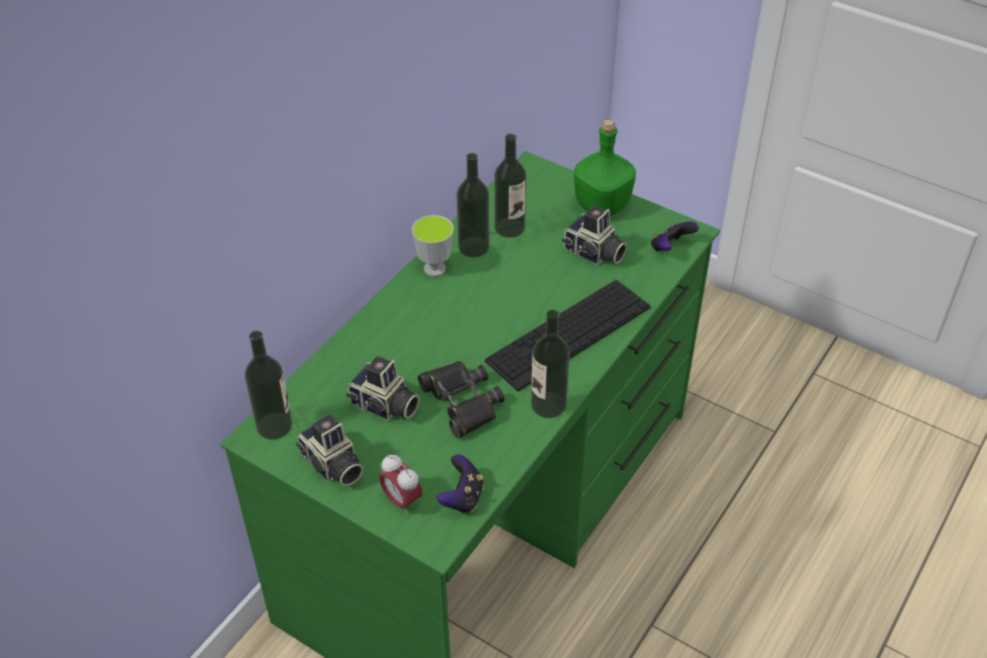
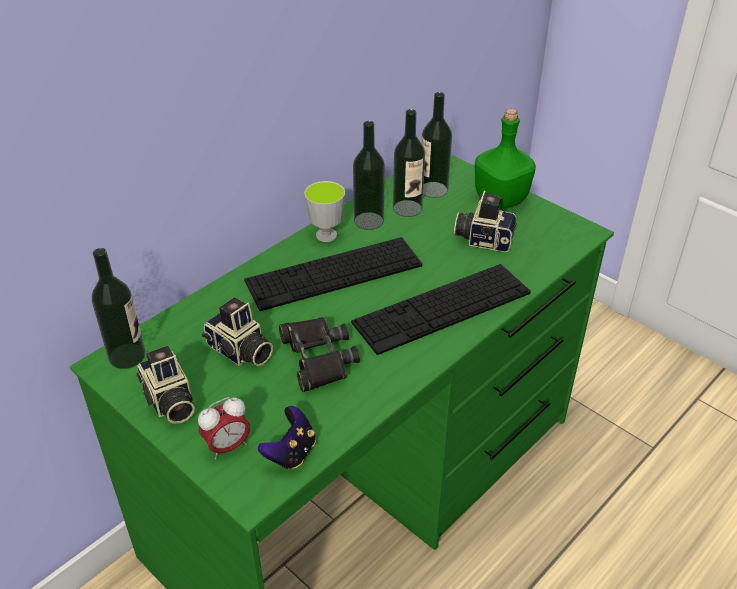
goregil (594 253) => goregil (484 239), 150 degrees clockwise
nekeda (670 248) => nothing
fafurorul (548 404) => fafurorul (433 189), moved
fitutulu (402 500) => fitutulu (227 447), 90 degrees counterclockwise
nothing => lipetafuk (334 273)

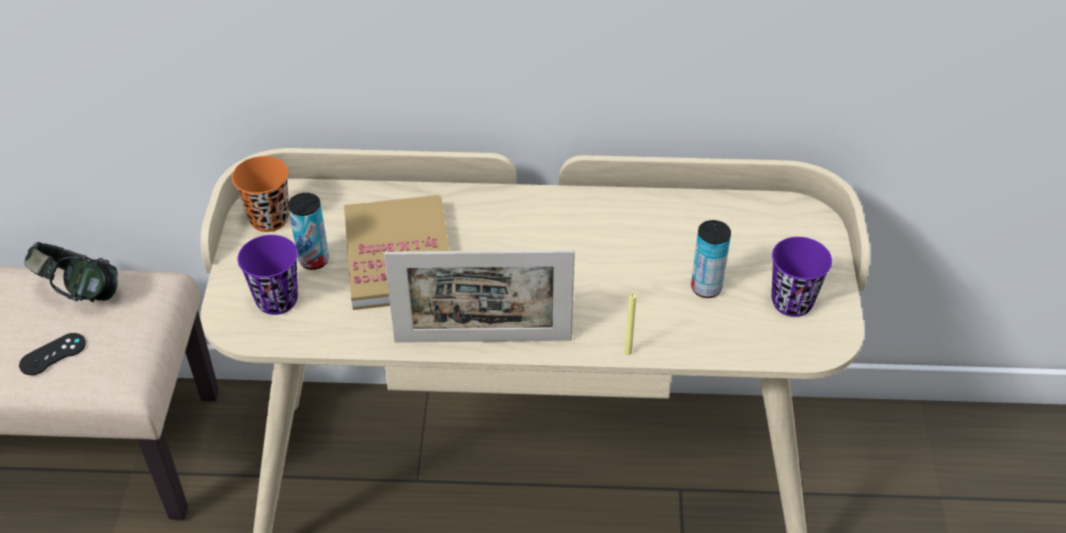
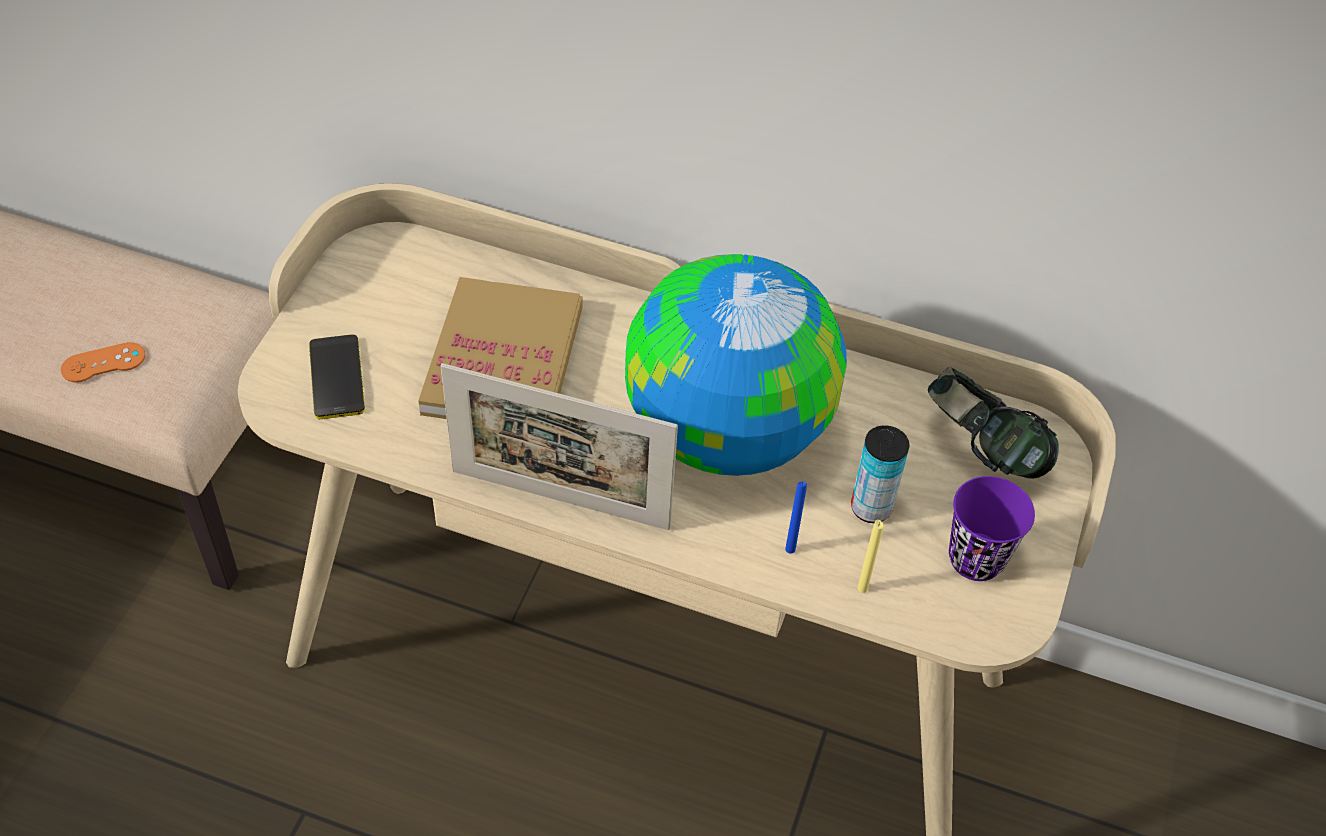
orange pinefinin (269 219) => nothing
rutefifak (314 260) => nothing
purple pinefinin (277 300) => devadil (336 377)
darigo (79 292) => darigo (981 452), moved
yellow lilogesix (627 352) => yellow lilogesix (862 588), moved
black nekeda (53 354) => orange nekeda (103 363)
nothing => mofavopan (725 431)
nothing => blue lilogesix (790 549)

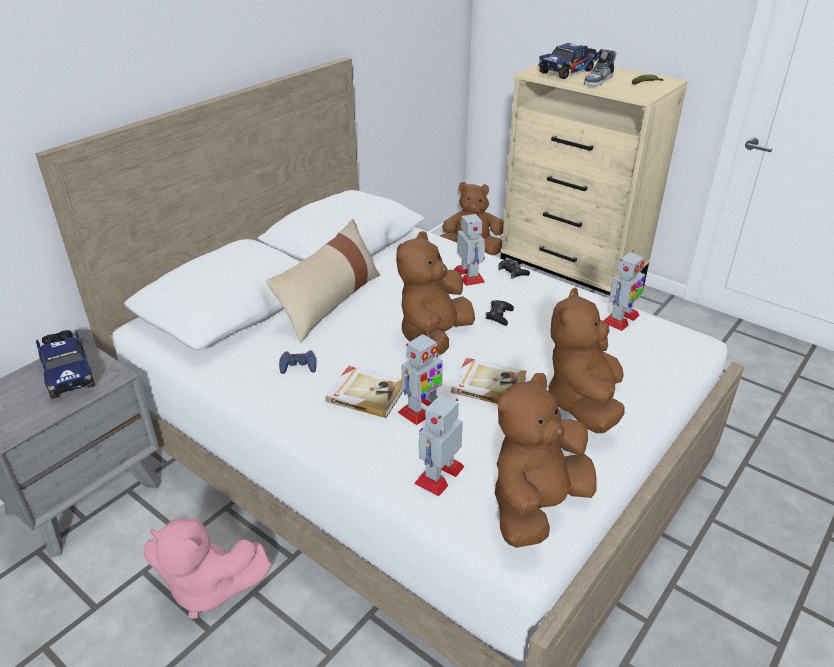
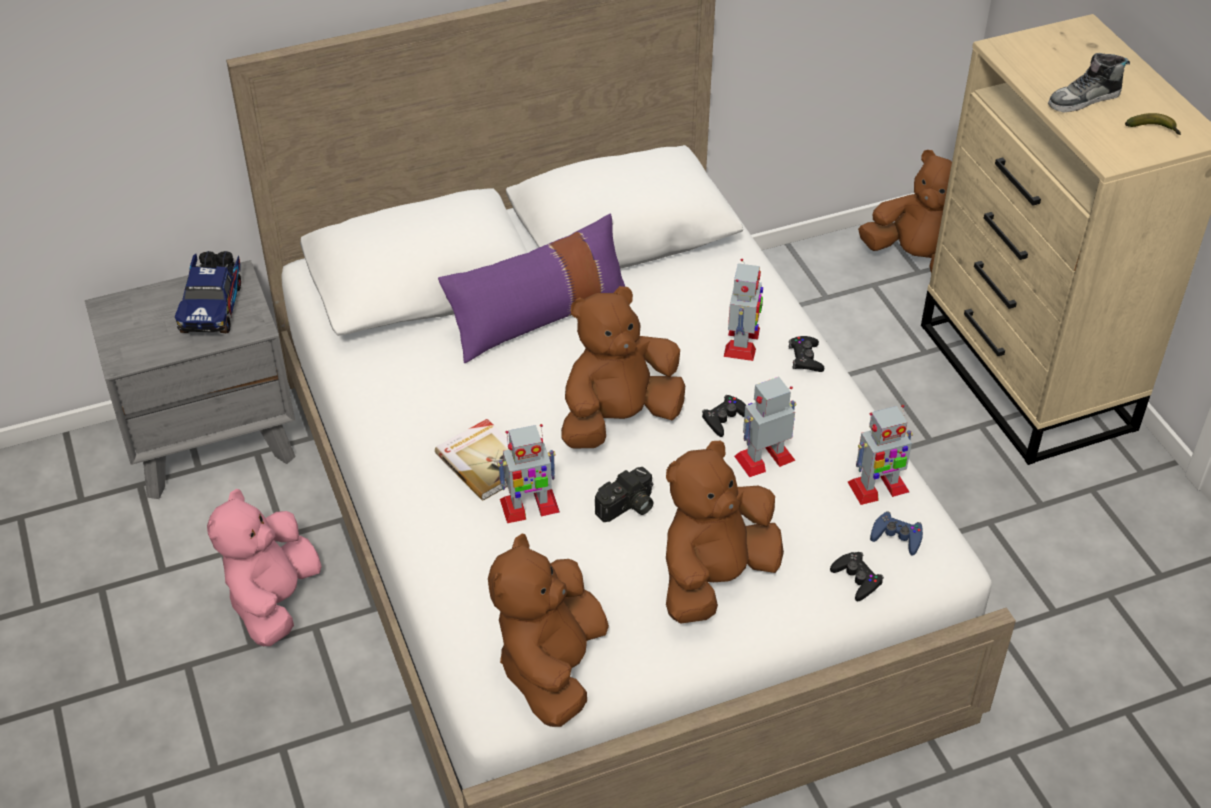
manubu (568 71) => nothing
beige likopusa (330 302) => purple likopusa (539 317)
blue nekeda (298 365) => blue nekeda (897 537), moved
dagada (488 384) => goregil (628 507)
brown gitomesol (536 506) => brown gitomesol (552 668), 60 degrees counterclockwise
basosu (439 474) => basosu (765 458), moved
pink gitomesol (207 588) => pink gitomesol (274 601), 60 degrees clockwise
nothing => black nekeda (856 579)

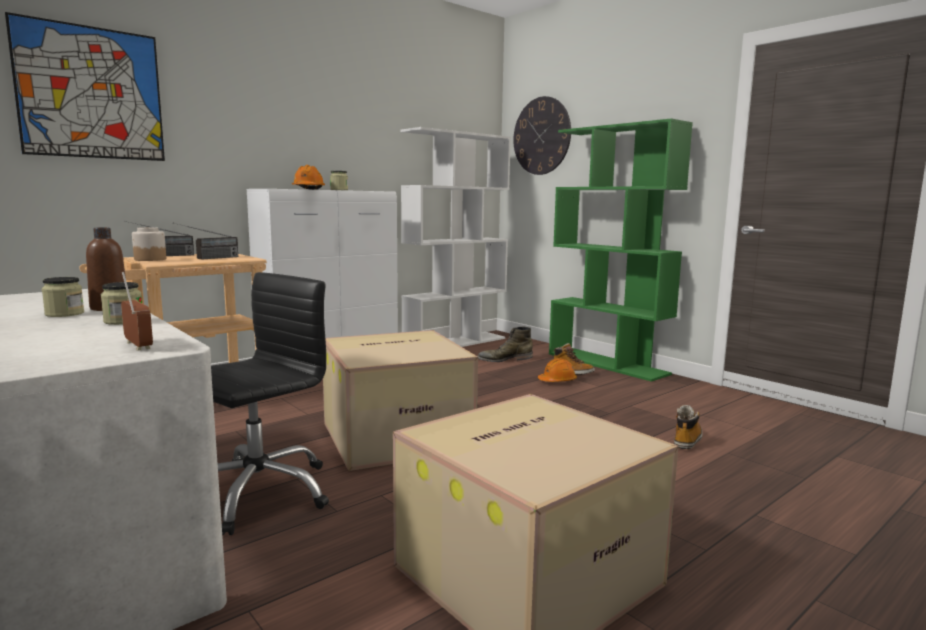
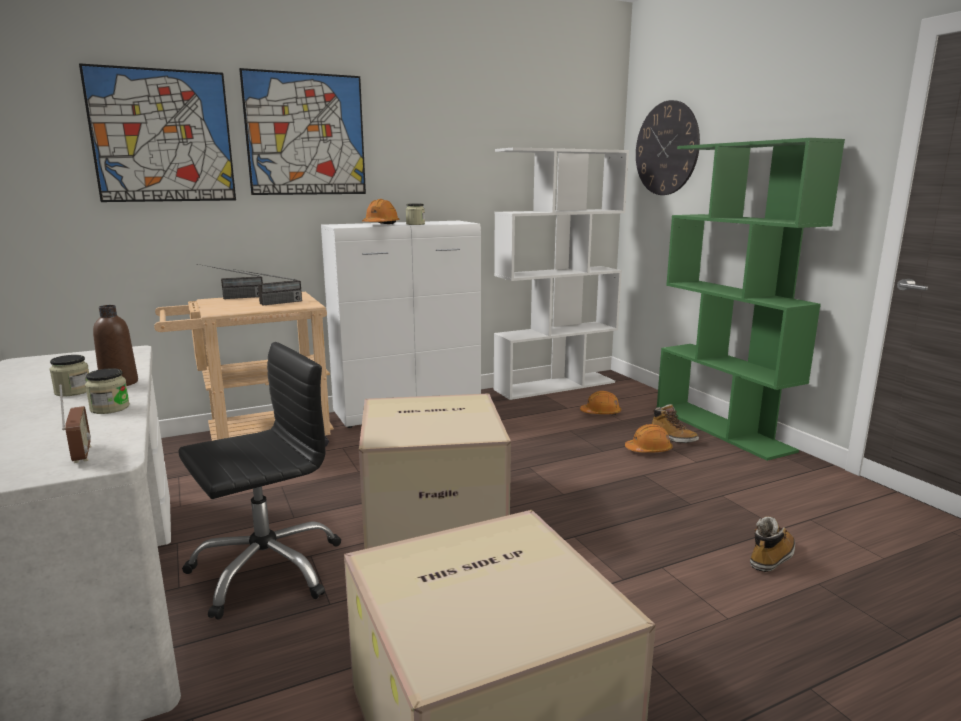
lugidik (150 259) => nothing
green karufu (504 359) => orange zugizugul (601 413)
nothing => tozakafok (306 135)

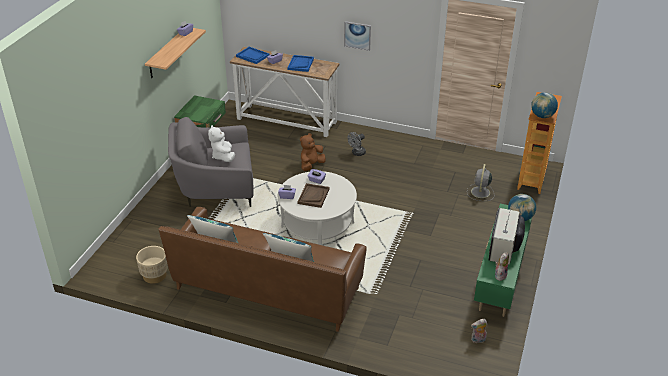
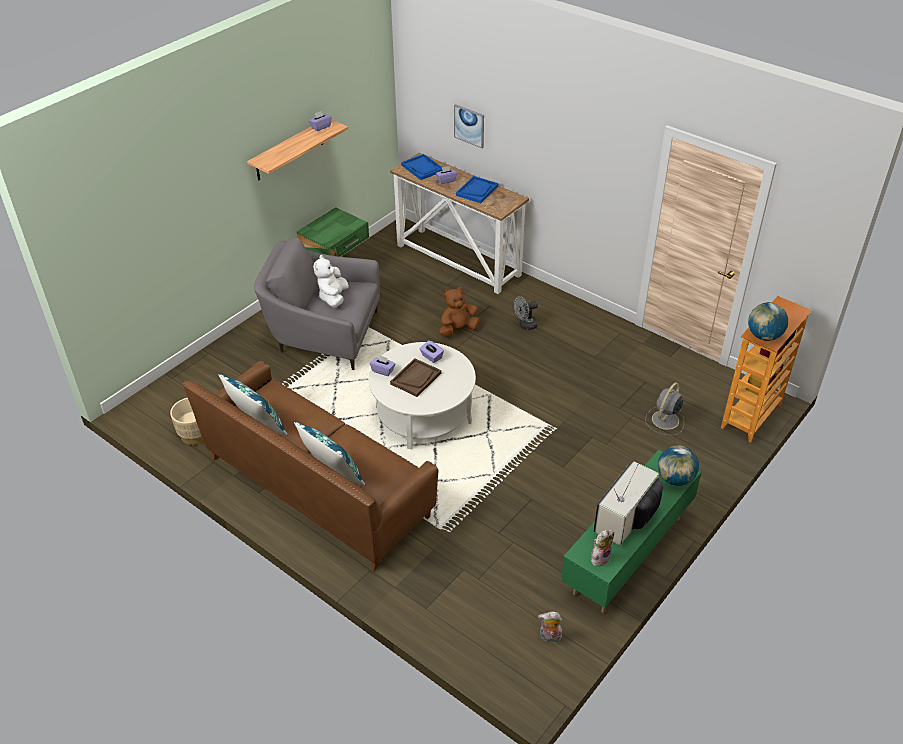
tozakafok (357 35) => tozakafok (469 126), moved

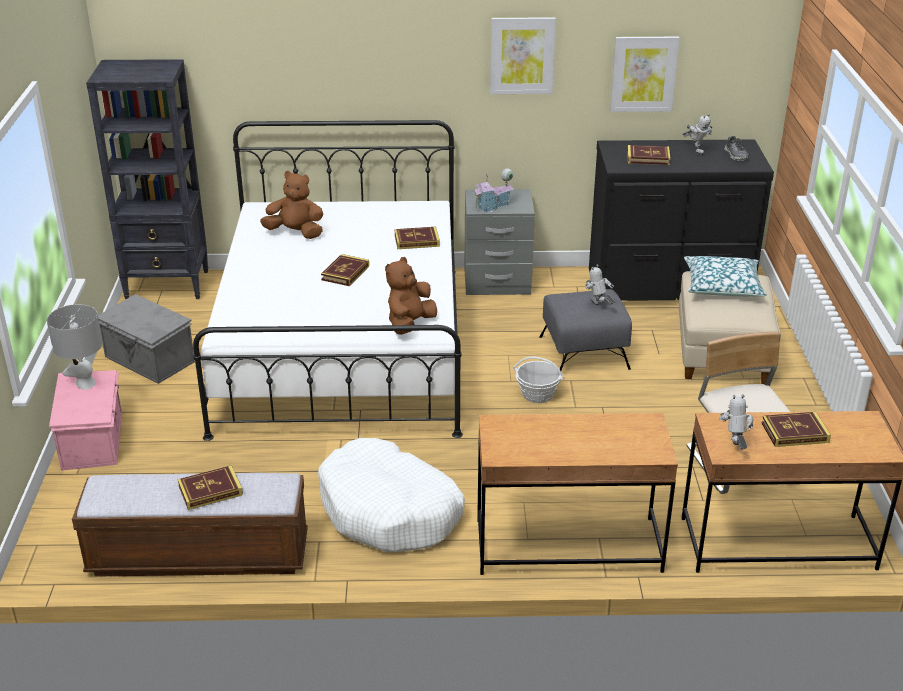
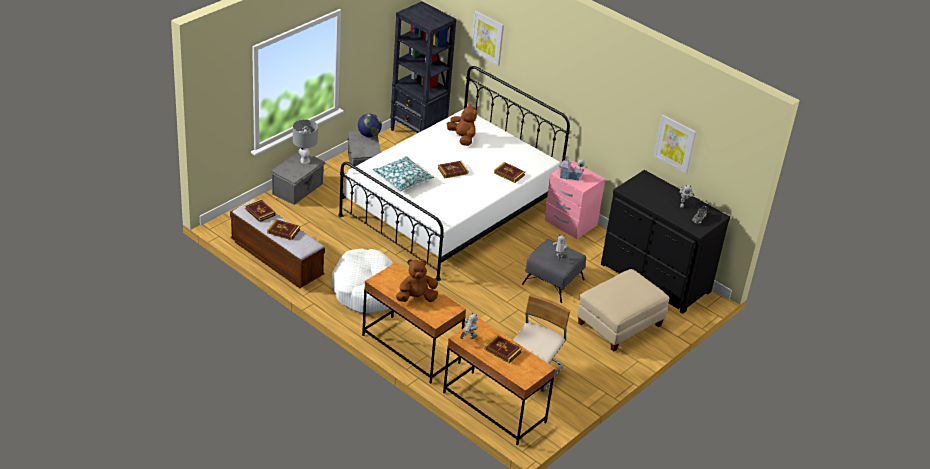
tozakafok (522 55) => tozakafok (487 37), moved
dagada (648 158) => dagada (260 212), moved
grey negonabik (497 283) => pink negonabik (570 223)
likopusa (722 286) => likopusa (403 179), moved
brown gitomesol (409 324) => brown gitomesol (416 298), moved
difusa (537 394) => nothing
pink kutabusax (94 440) => grey kutabusax (298 189)
nothing => mofavopan (369 135)

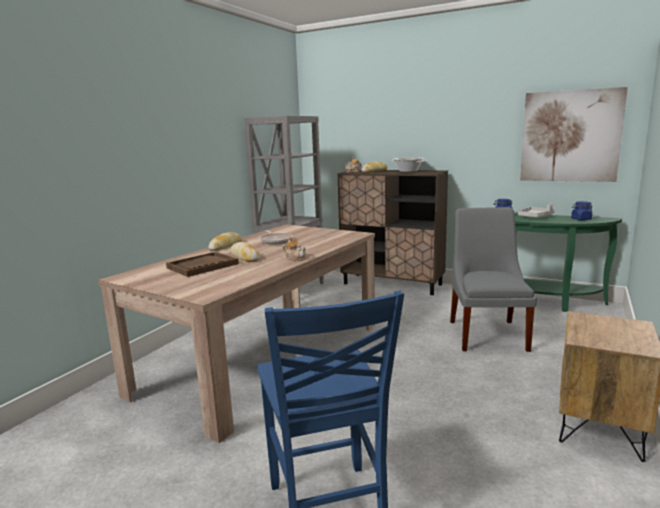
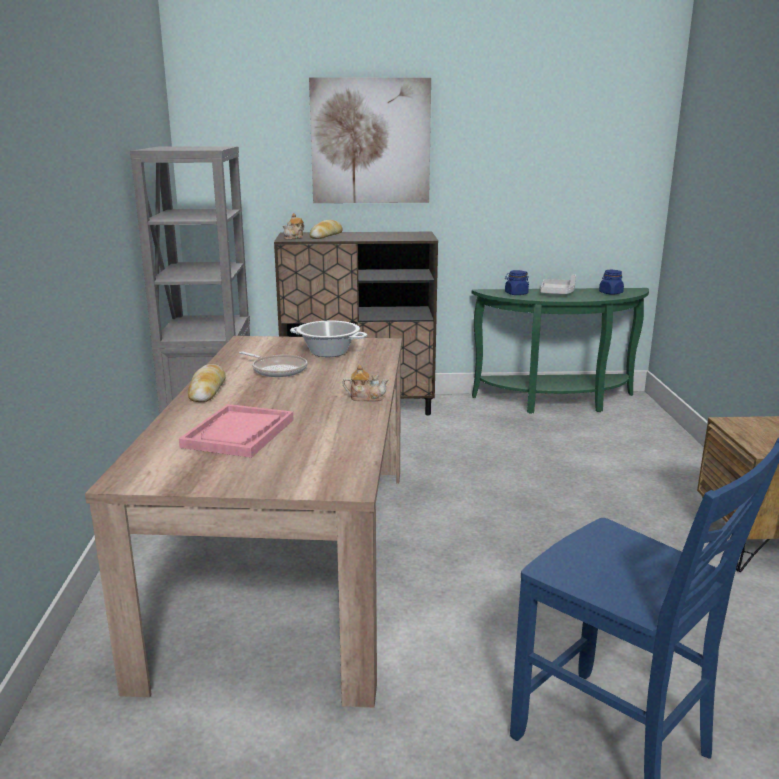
tozakafok (570 136) => tozakafok (370 141), moved
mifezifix (408 171) => mifezifix (328 352), moved
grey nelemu (487 333) => nothing
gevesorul (245 257) => nothing
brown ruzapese (202 266) => pink ruzapese (239 433)

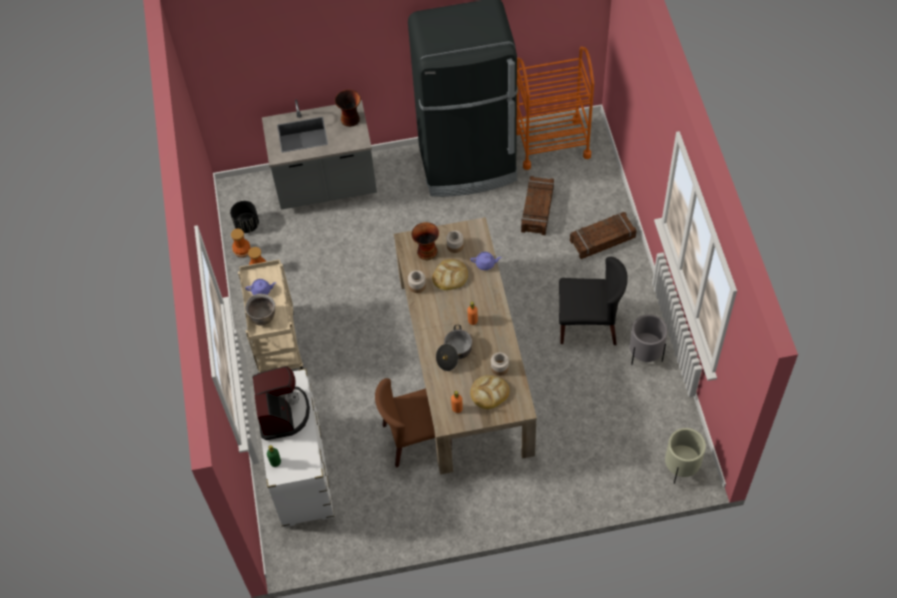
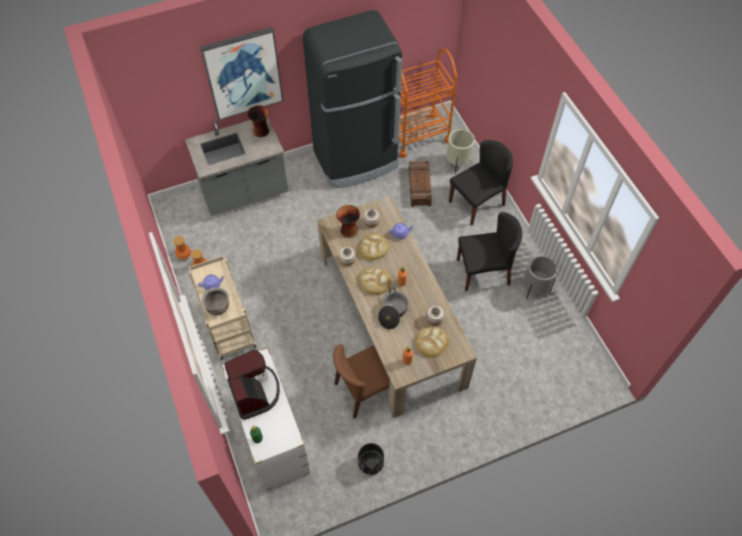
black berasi (247 225) => black berasi (371 463), moved
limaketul (602 239) => black nelemu (477 203)
beige berasi (681 467) => beige berasi (458 164), moved
nothing => tozakafok (243 73)
nothing => gevesorul (375 281)

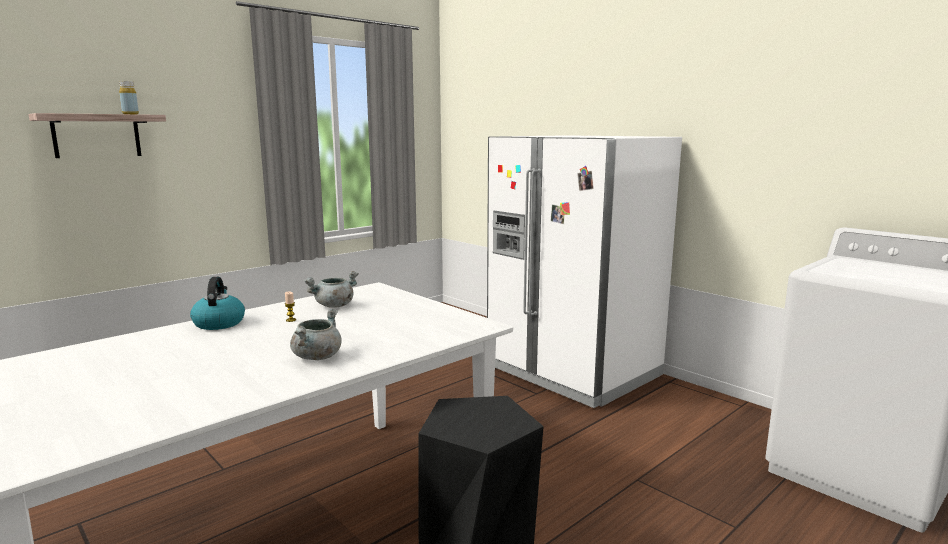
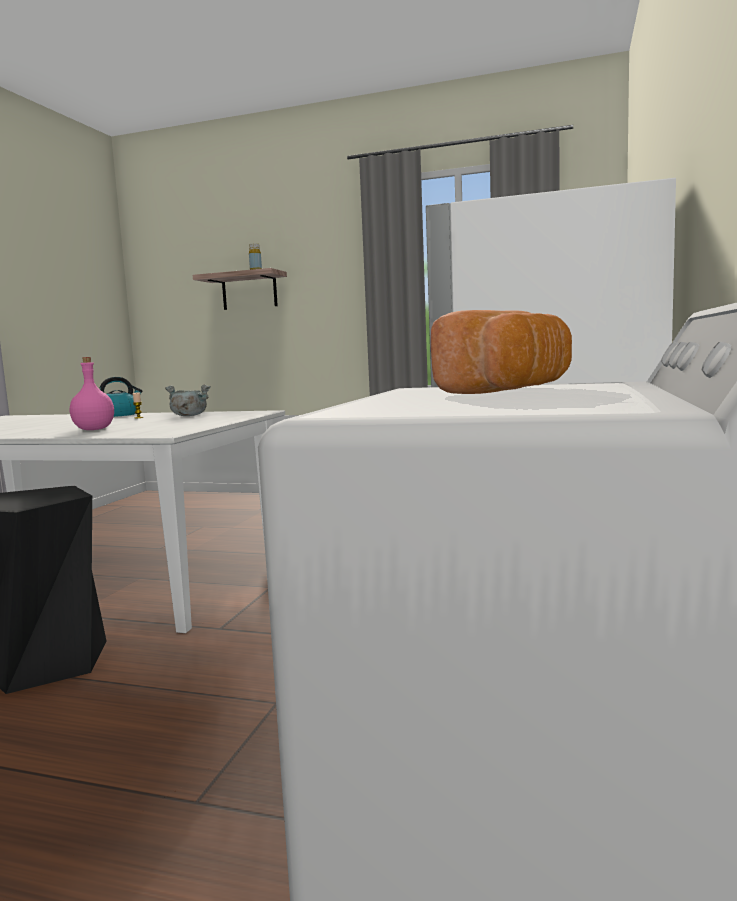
grey mifezifix (317 356) => nothing
nothing => gevesorul (510 390)
nothing => pink fafurorul (93 429)

